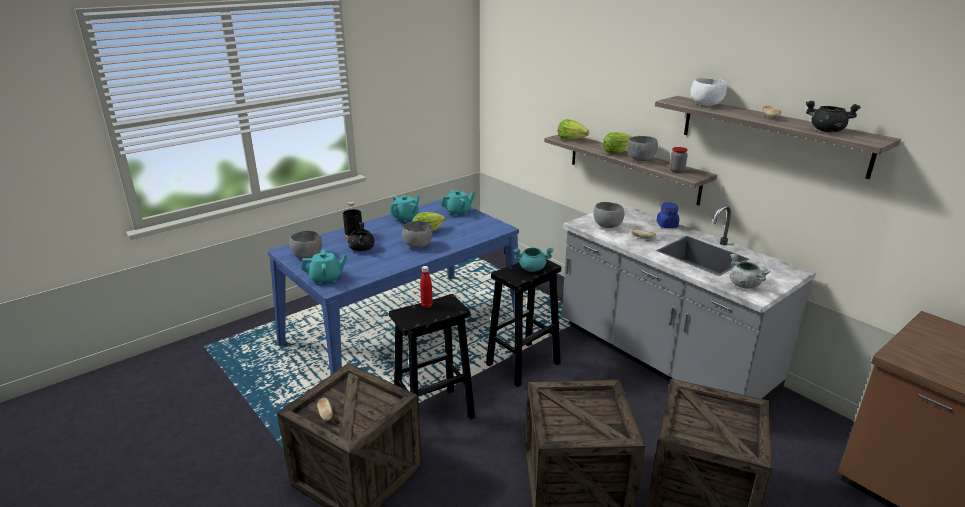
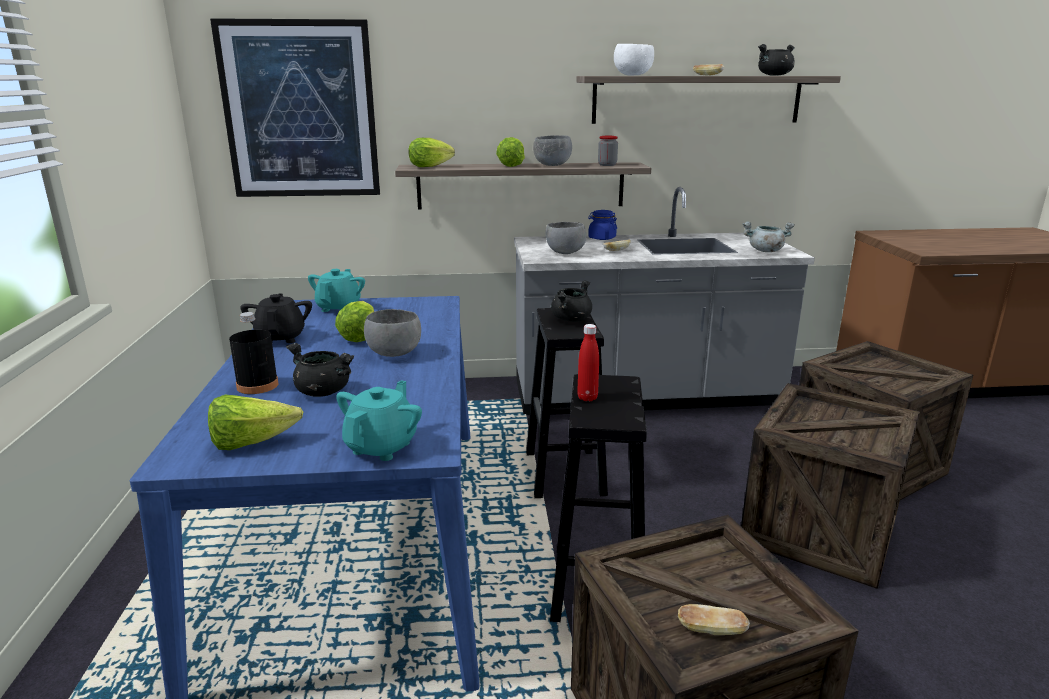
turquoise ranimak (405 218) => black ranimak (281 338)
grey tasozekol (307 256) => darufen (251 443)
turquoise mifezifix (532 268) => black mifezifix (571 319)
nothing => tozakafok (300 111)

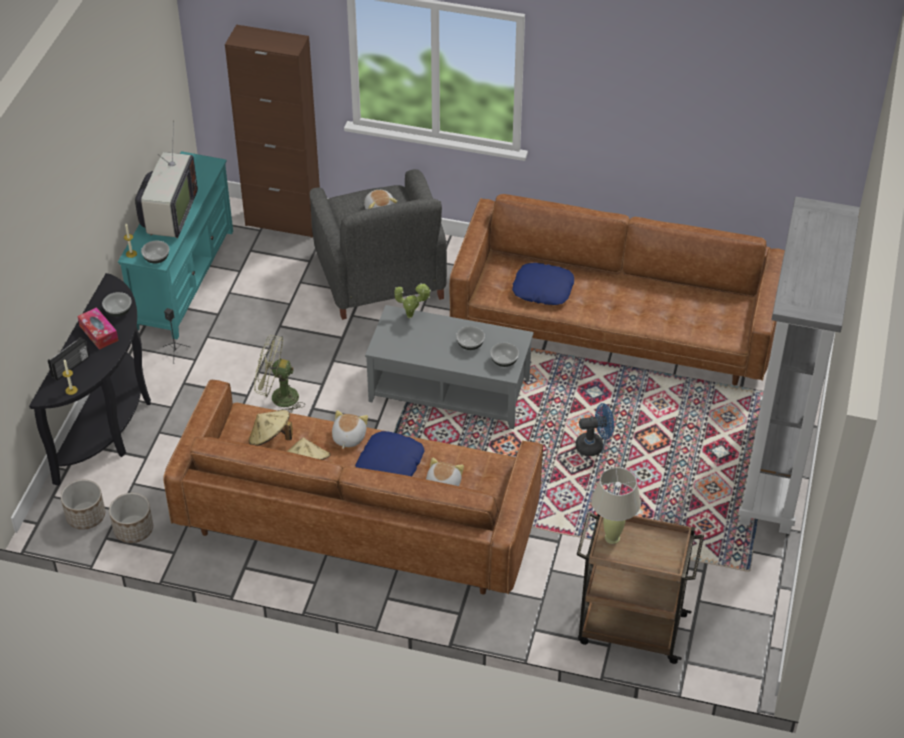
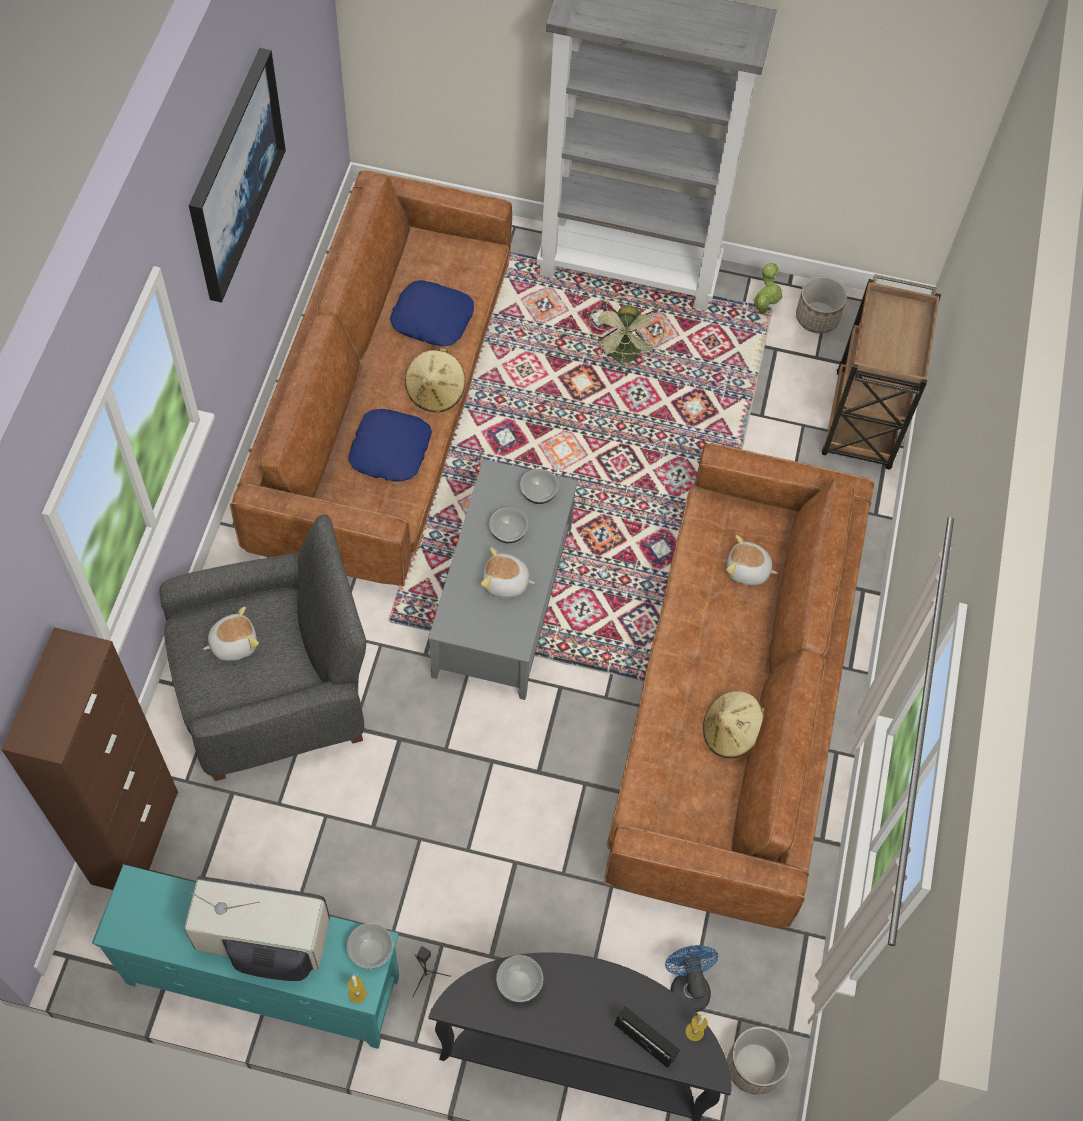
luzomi (412 316) => luzomi (763 309), moved
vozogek (98 333) => nothing
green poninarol (278 397) => green poninarol (624 356), moved
blue poninarol (594 445) => blue poninarol (688 986), moved
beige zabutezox (270 438) => beige zabutezox (436 392), moved
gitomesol (348 437) => gitomesol (505 582), moved
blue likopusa (390 464) => blue likopusa (432 318), moved
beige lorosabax (612 537) => nothing
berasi (134 529) => berasi (817 317), moved
nothing => tozakafok (234 174)

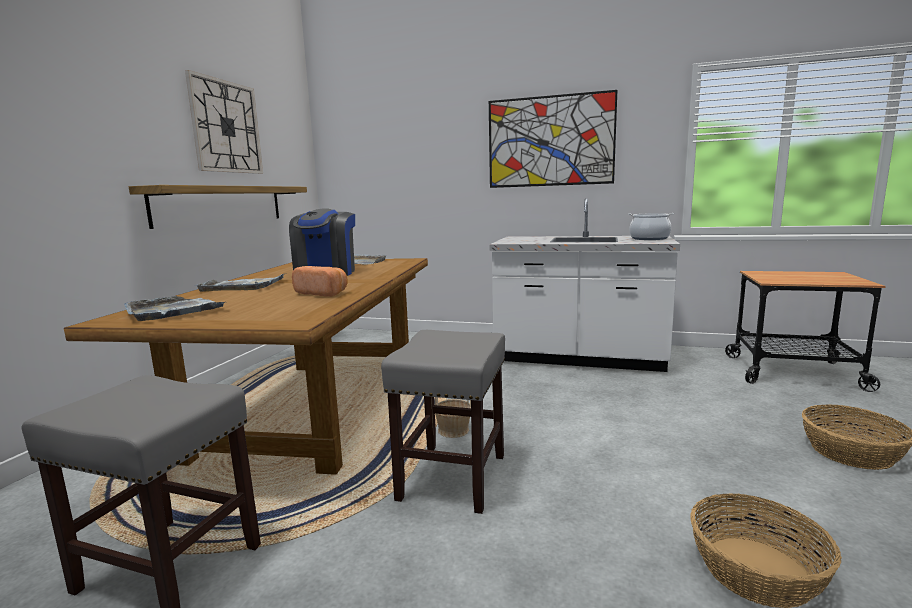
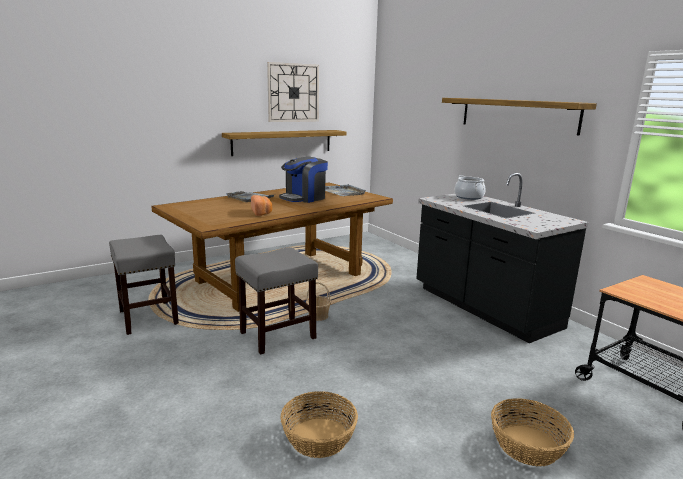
tozakafok (550 141) => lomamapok (517 114)
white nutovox (579 358) => black nutovox (484 308)
mifezifix (649 238) => mifezifix (469 197), moved
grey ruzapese (173 311) => nothing

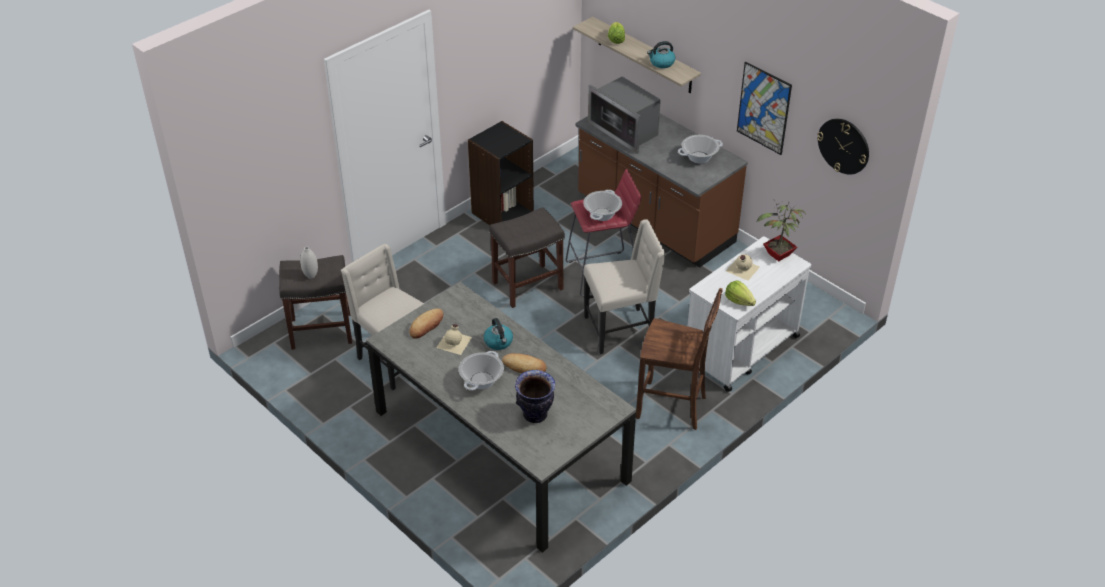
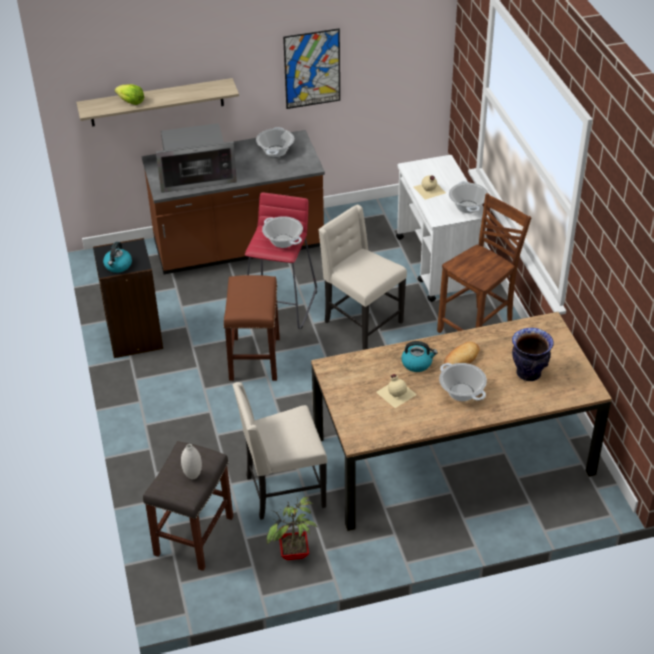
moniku (661 63) => moniku (118 266), moved
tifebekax (843 146) => nothing
luzomi (777 256) => luzomi (294 554), moved
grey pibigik (528 285) => brown pibigik (254 358)
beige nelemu (621 329) => beige nelemu (361 322), 60 degrees counterclockwise
darufen (739 301) => mifezifix (467 207)
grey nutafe (501 446) => brown nutafe (453 455)
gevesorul (426 326) => nothing

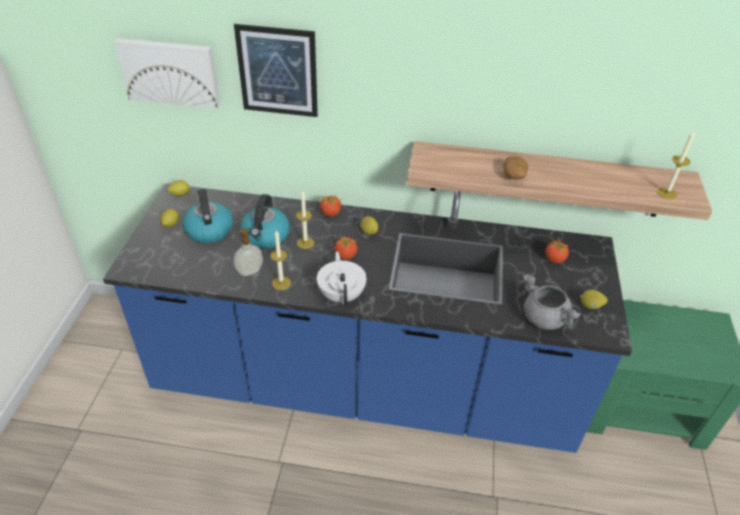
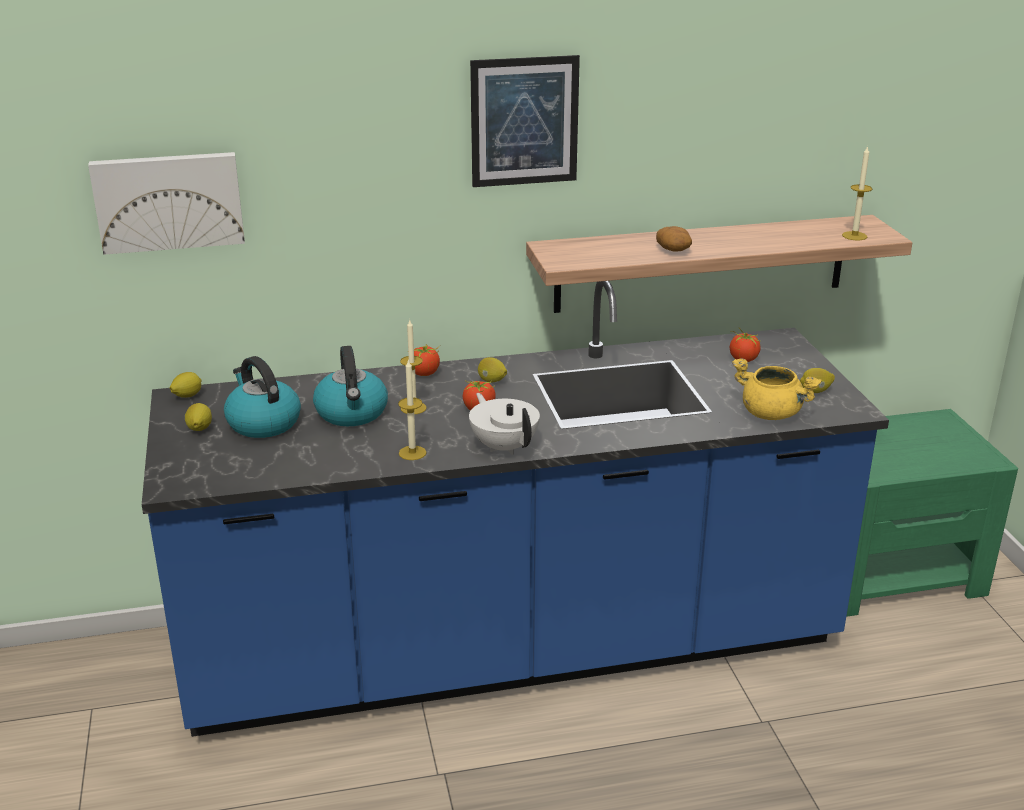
tozakafok (277 71) => tozakafok (524 121), moved
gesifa (250 272) => nothing
grey mifezifix (545 318) => yellow mifezifix (772 413)

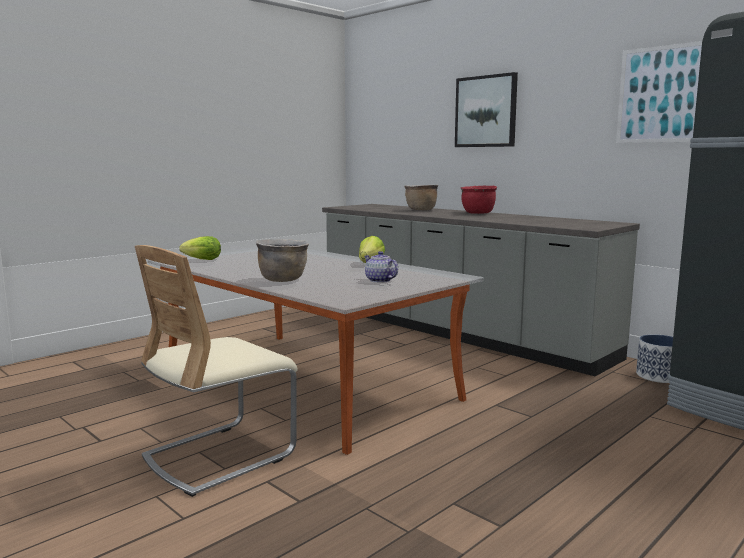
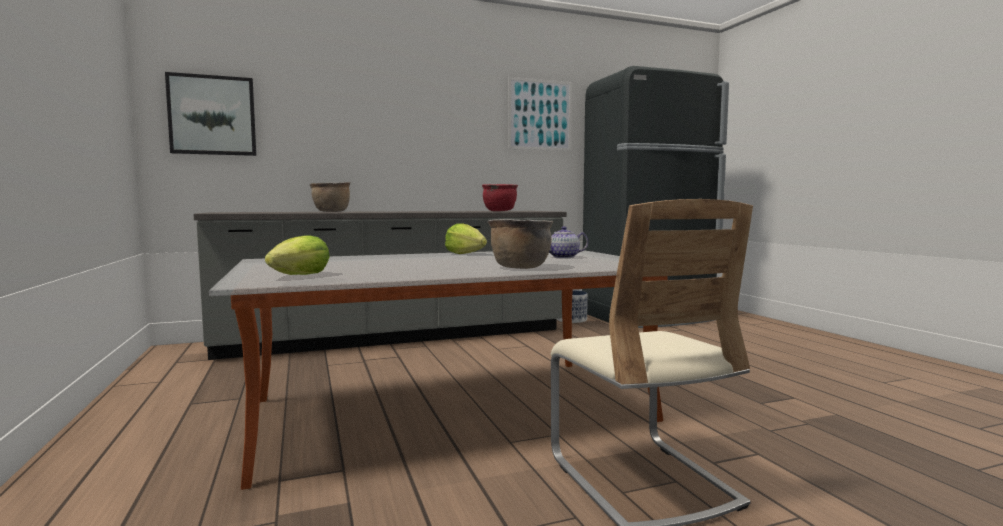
tozakafok (486 111) => tozakafok (212 115), moved
red mifezifix (478 213) => red mifezifix (500 211), moved

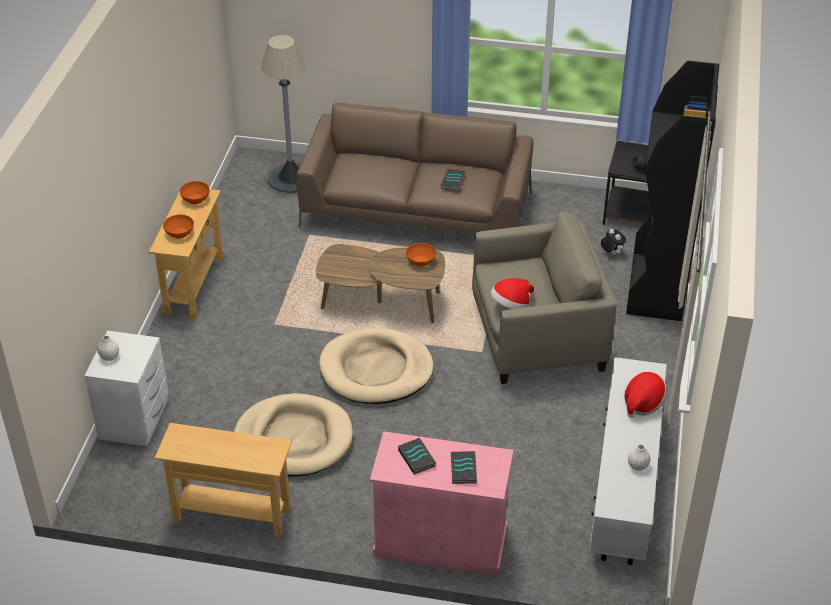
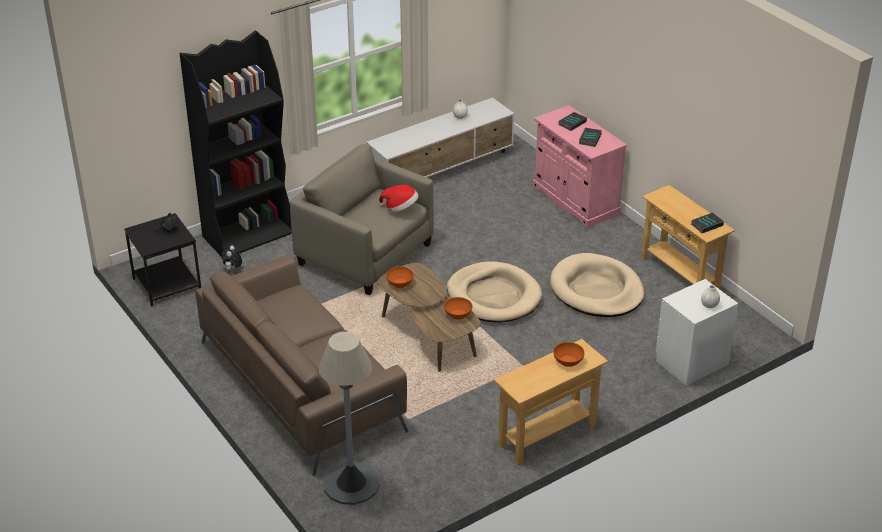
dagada (453 182) => dagada (706 224), moved
orange tasozekol (195 199) => orange tasozekol (458 314), moved
zabutezox (643 403) => nothing

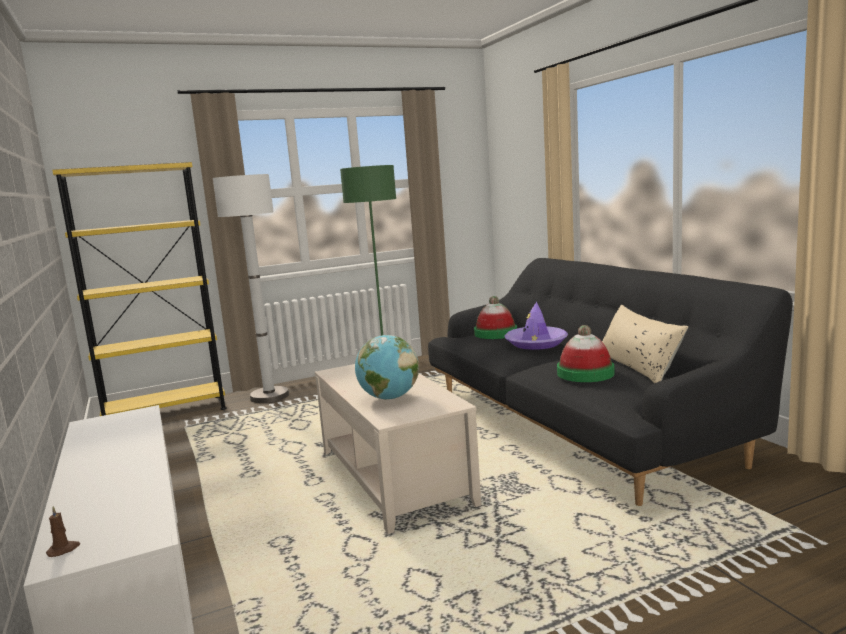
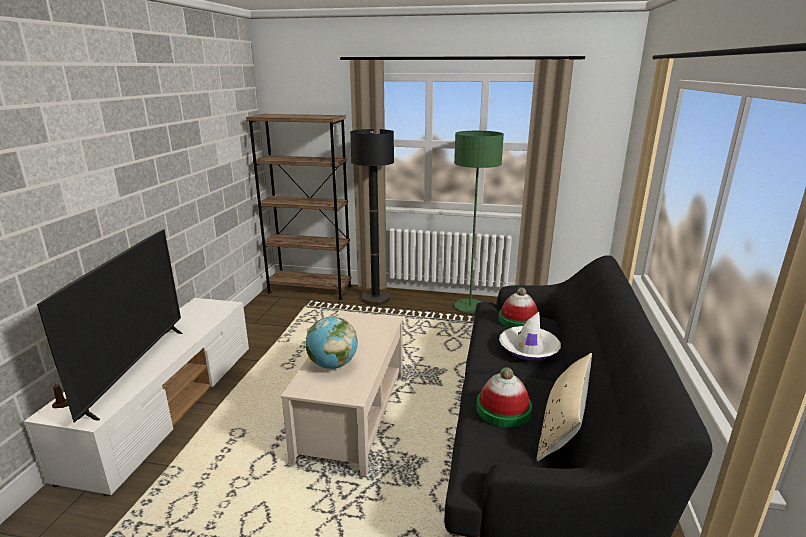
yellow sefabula (166 413) => brown sefabula (310 289)
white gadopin (269 396) => black gadopin (375 299)
purple zabutezox (536 343) => white zabutezox (528 348)
nothing => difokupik (136 370)

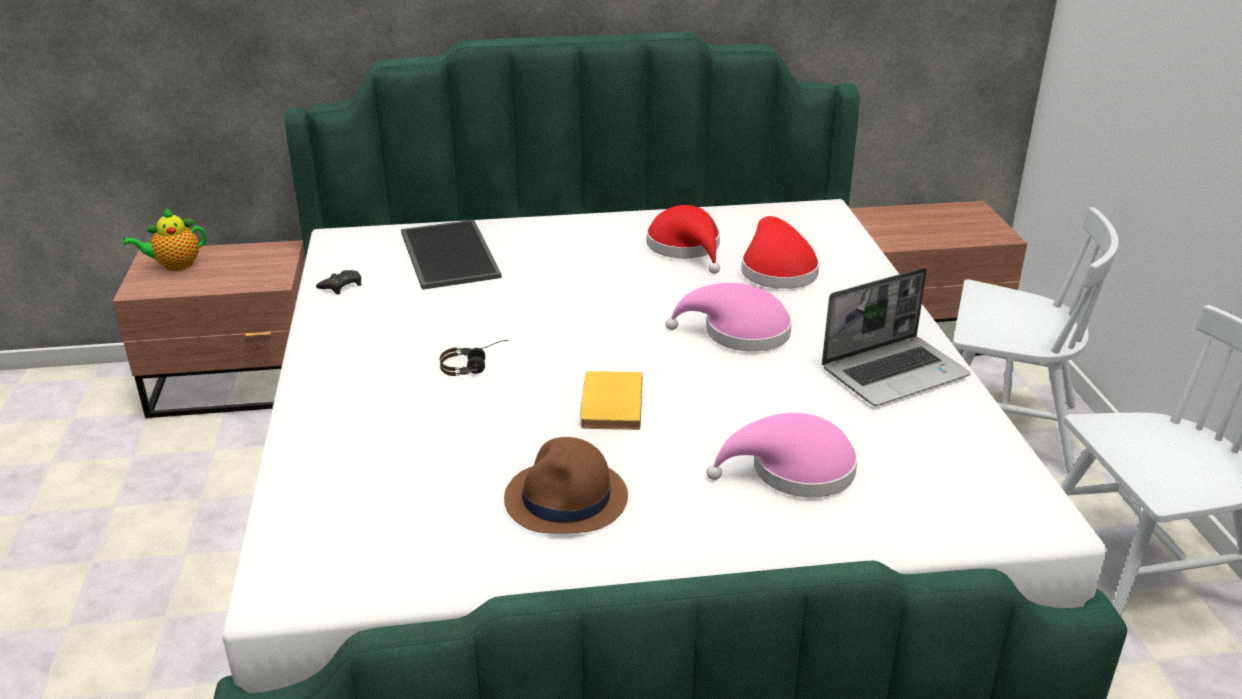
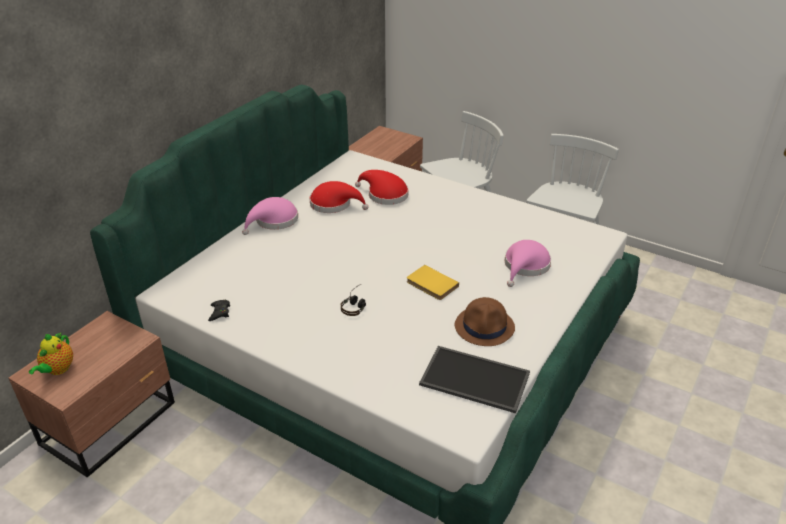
ruzapese (447 254) => ruzapese (473 380), moved
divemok (895 372) => nothing
pink zabutezox (739 333) => pink zabutezox (274 221), moved

